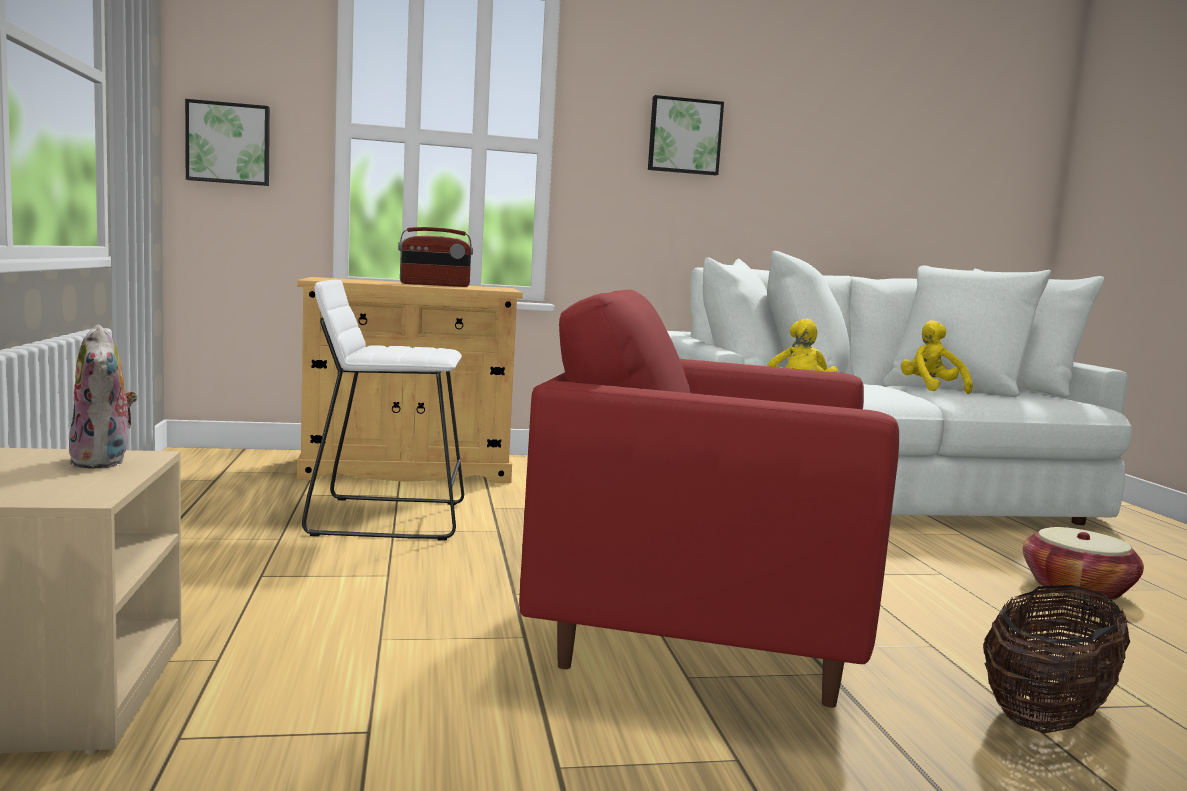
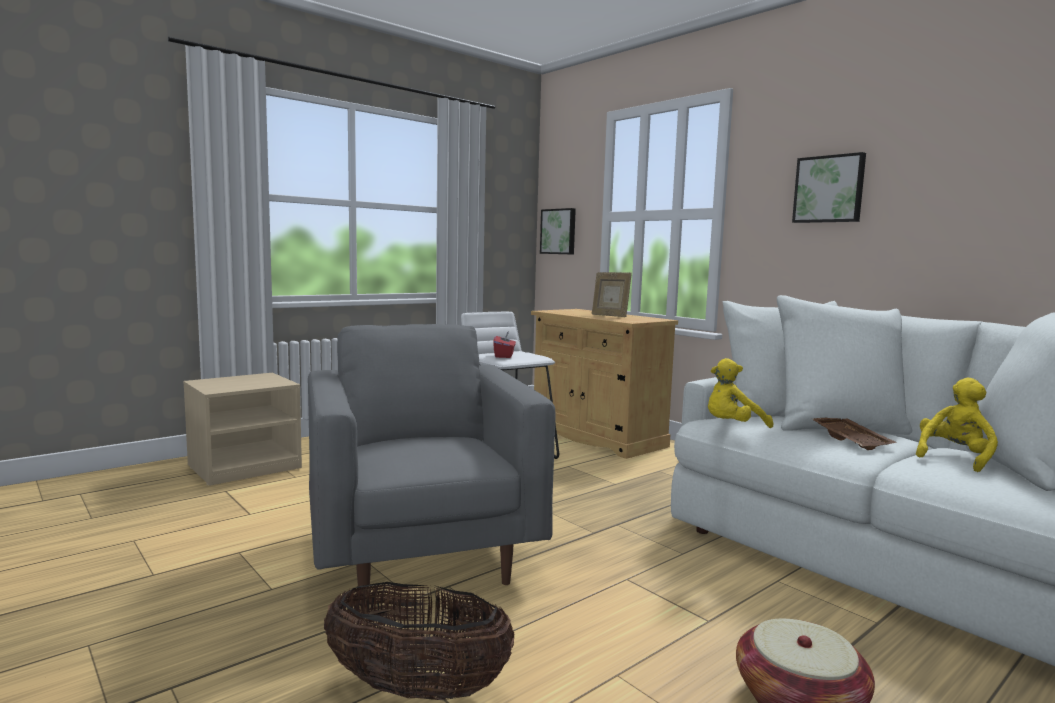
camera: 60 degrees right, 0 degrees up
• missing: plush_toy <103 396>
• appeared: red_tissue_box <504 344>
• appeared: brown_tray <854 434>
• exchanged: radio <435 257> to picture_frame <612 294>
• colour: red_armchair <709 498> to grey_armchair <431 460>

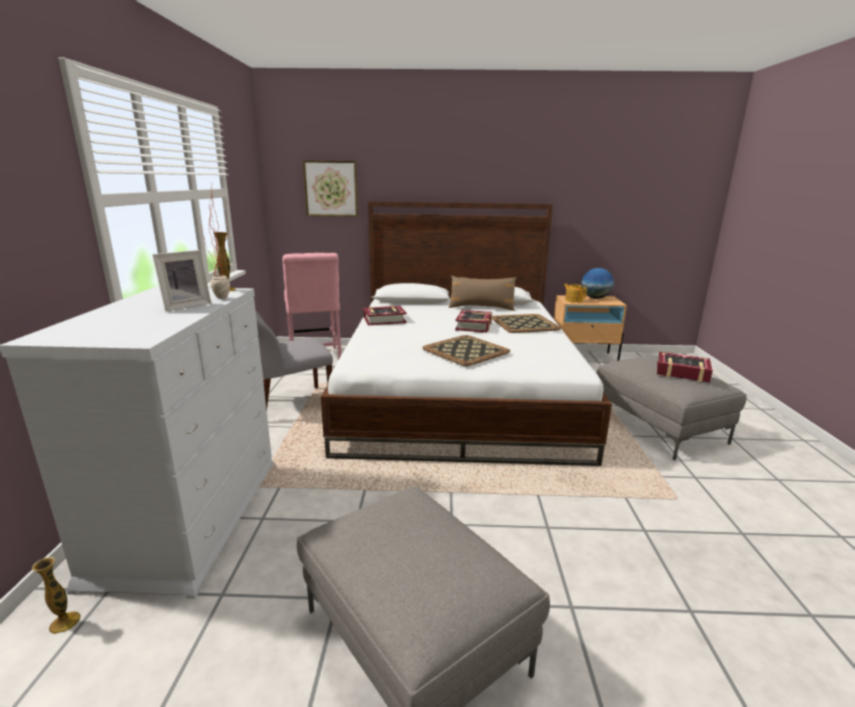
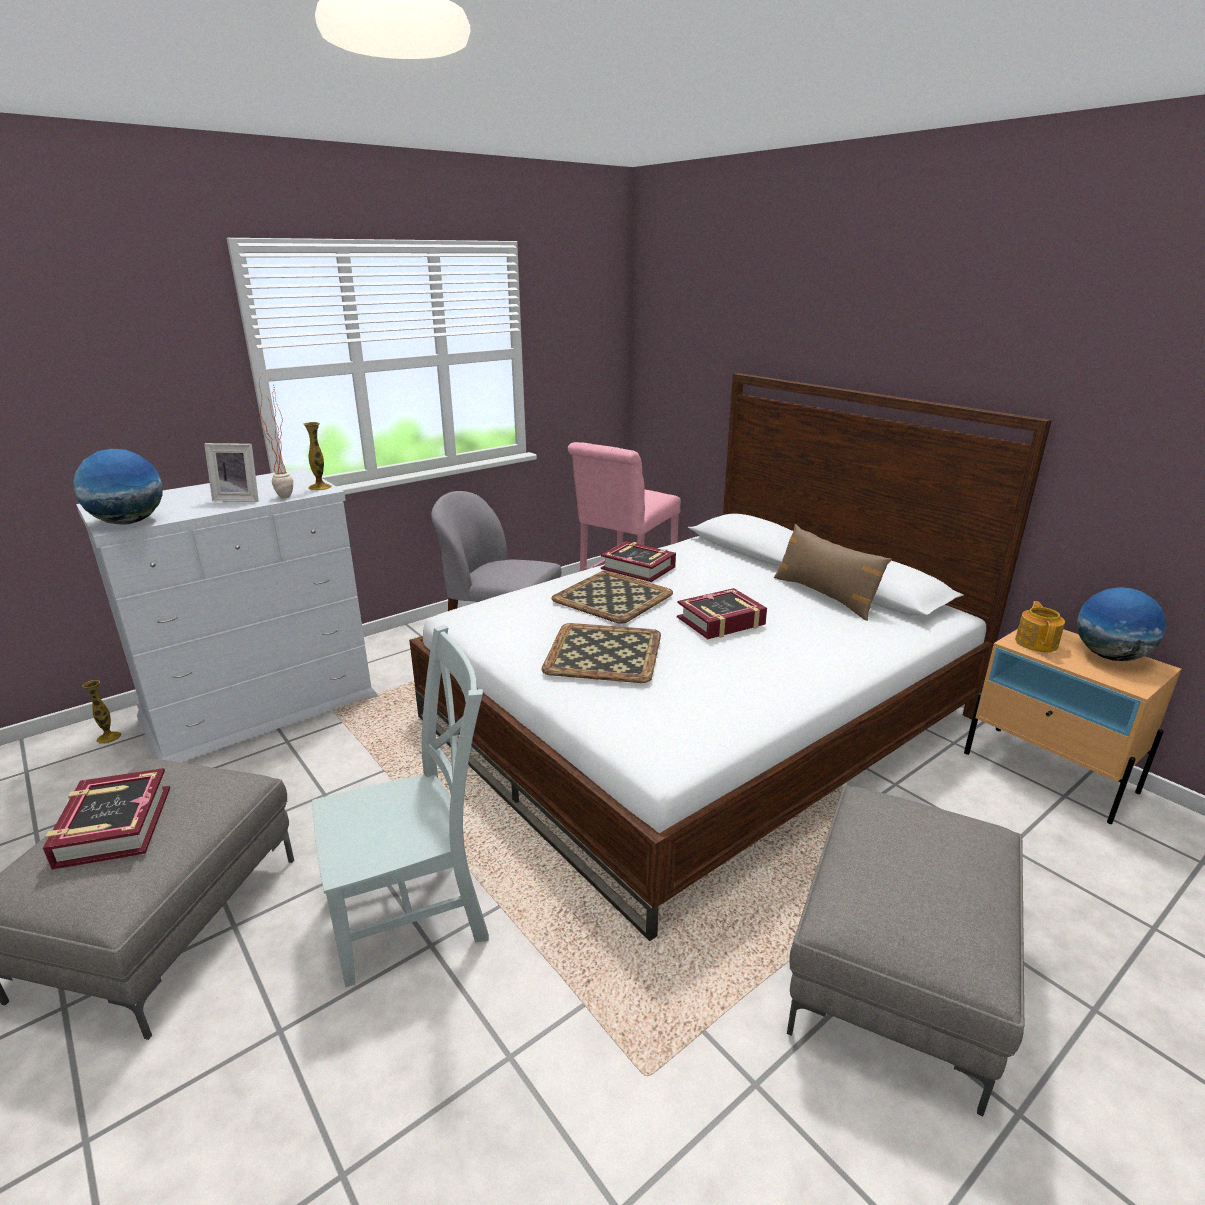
camera: 50 degrees right, 5 degrees up
• missing: picture <330 188>
• appeared: globe <118 487>
• appeared: grey_chair <400 806>
• relocated: tray <526 323> to <612 597>
• relocated: book <685 367> to <106 819>

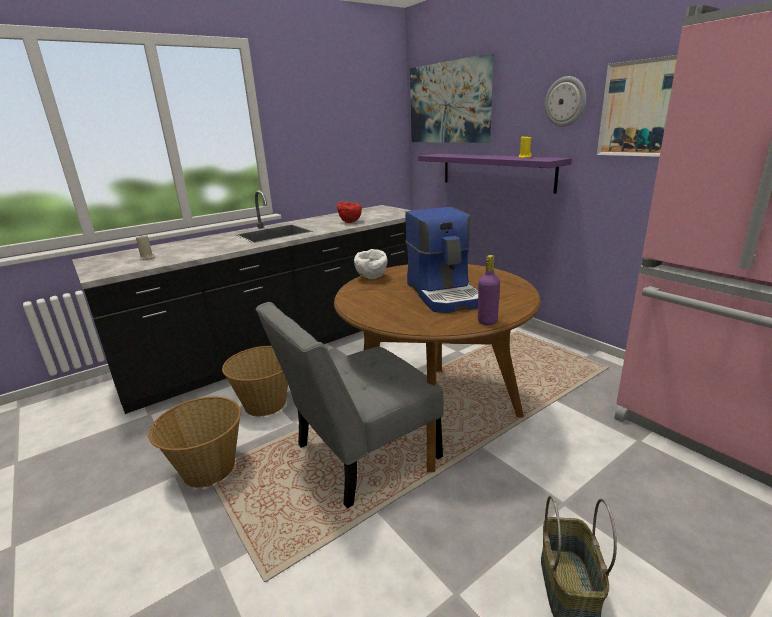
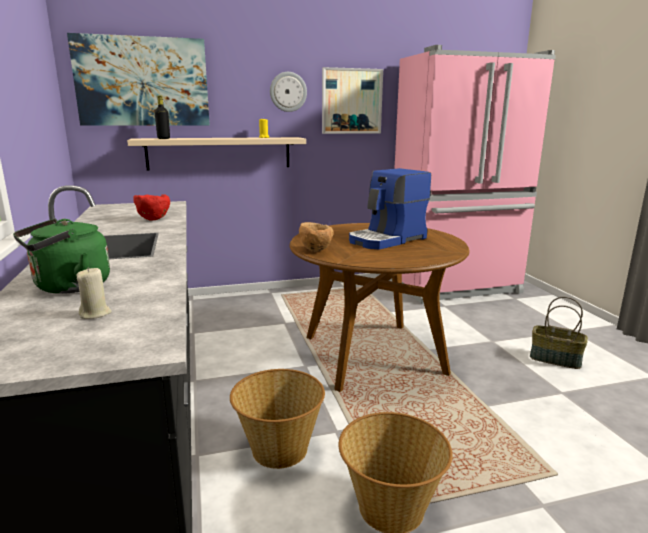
camera: 70 degrees left, 5 degrees down
• missing: grey_chair <350 405>
• missing: purple_bottle <489 290>
• appeared: green_kettle <61 256>
• appeared: black_bottle <162 117>
• colour: white_bowl <371 264> to brown_bowl <316 237>
• colour: purple_shelf <495 174> to beige_shelf <216 154>
• spun: coffee_machine <441 260> = <390 209> 135 degrees clockwise

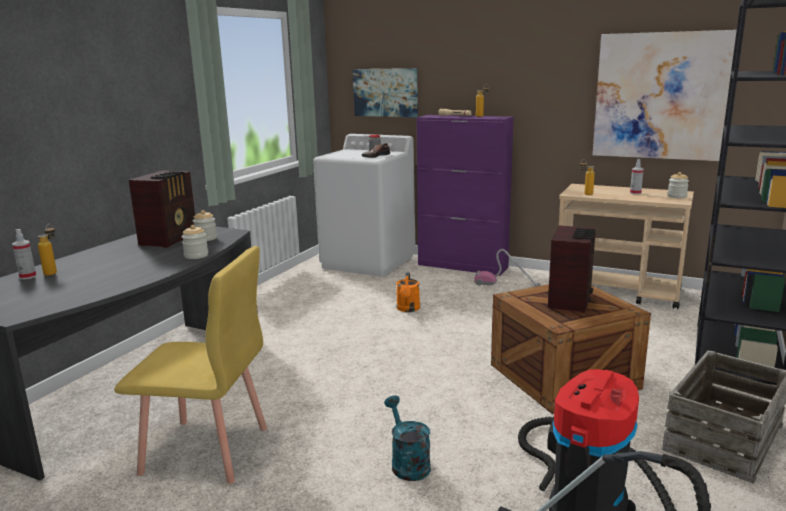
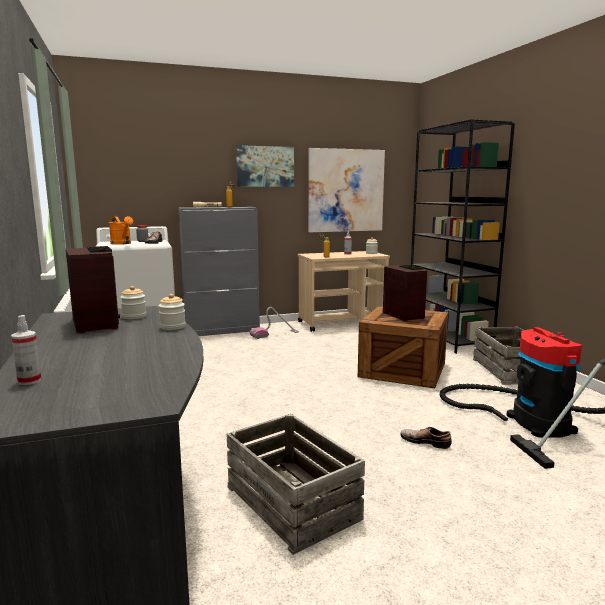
camera: 45 degrees left, 5 degrees down
• missing: bottle <47 250>
• relocated: picture <385 92> to <265 166>
• relocated: orange_watering_can <408 292> to <121 230>
• exchanged: yellow_chair <190 365> to crate <296 484>
• exchanged: turquoise_watering_can <407 438> to shoe <426 438>
• colour: purple_cabinet <465 195> to grey_cabinet <219 271>

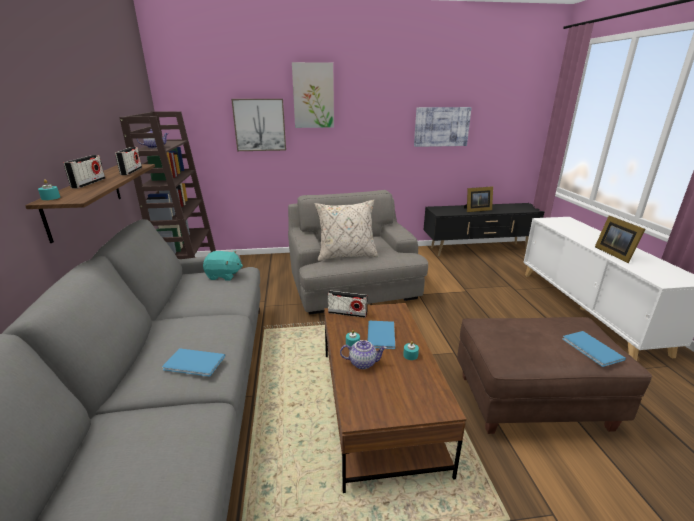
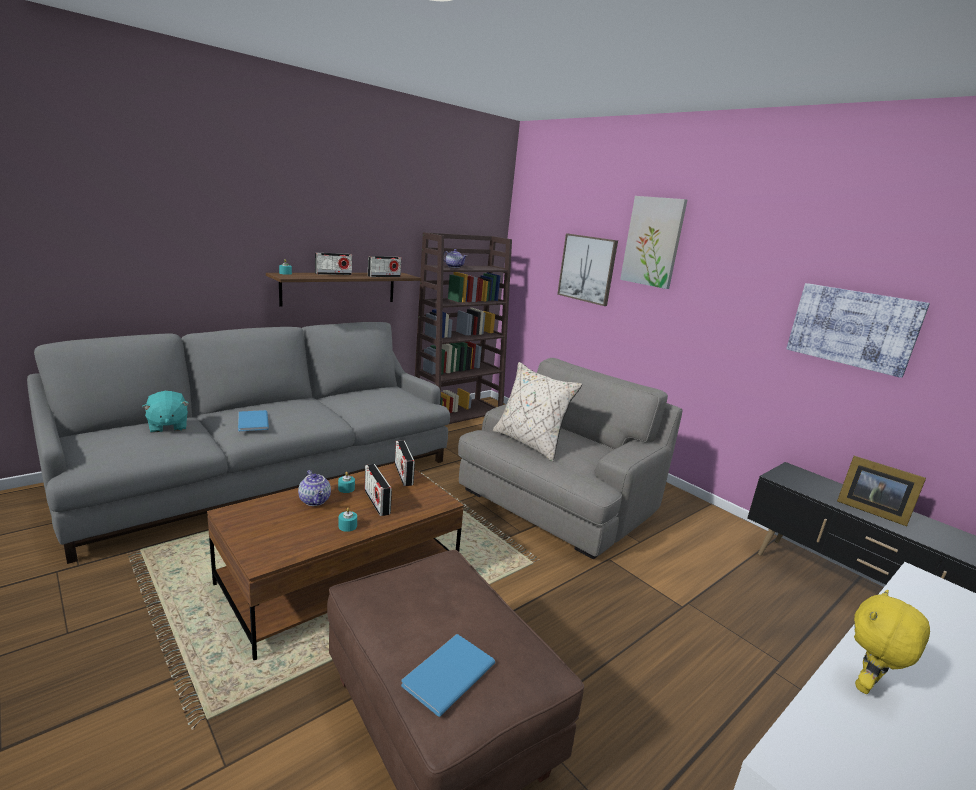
camera: 55 degrees right, 5 degrees down
• relocated: turquoise_plush_toy <223 265> to <165 411>
• exchanged: blue_book <381 335> to radio <378 490>
• exchanged: picture_frame <620 239> to yellow_plush_toy <892 642>

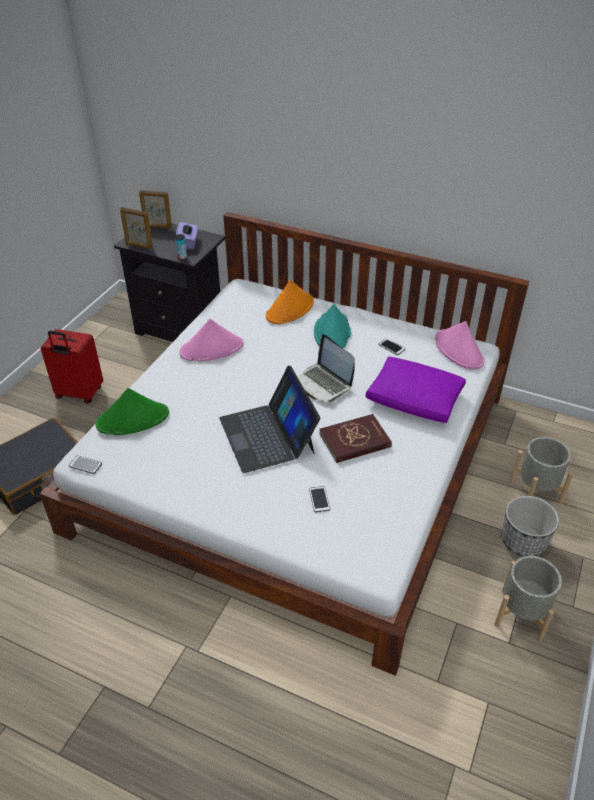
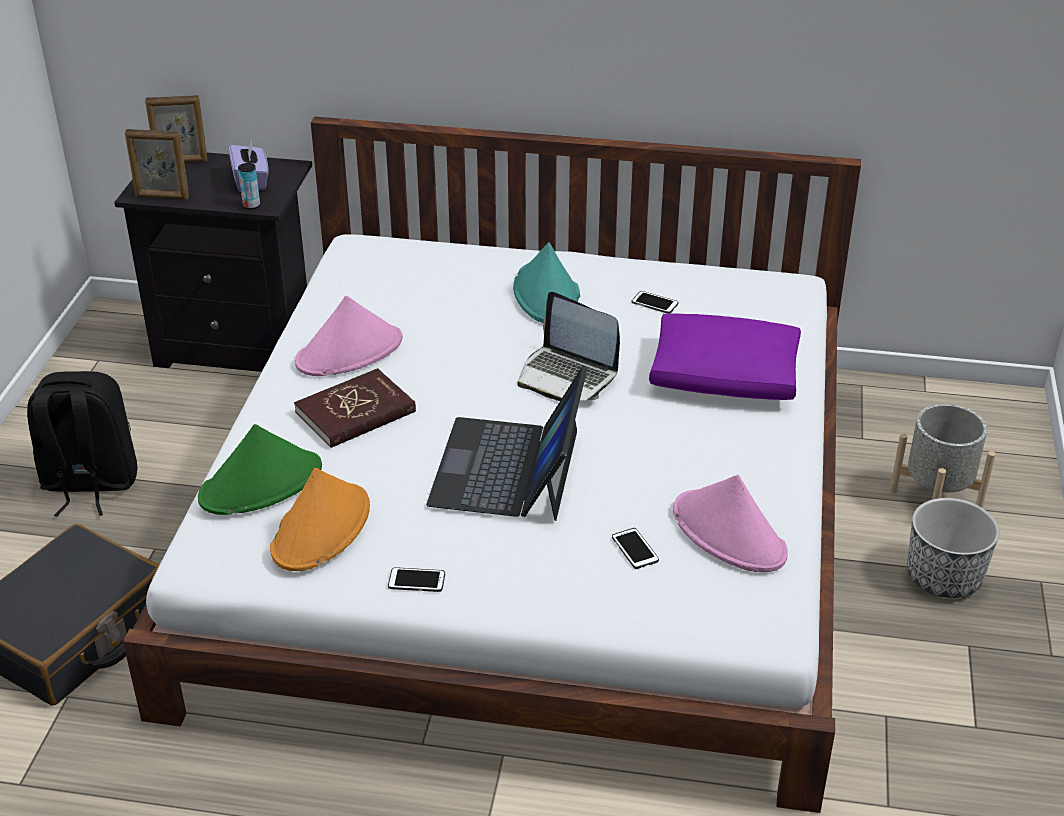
camera: 15 degrees left, 5 degrees down
• missing: grey_planter <528 599>
• relocated: phone <85 465> to <416 580>
• relocated: orange_hat <290 302> to <320 519>
• relocated: red_book <356 438> to <355 408>
• relocated: pink_hat <460 345> to <730 523>
• exchanged: red_suitcase <72 366> to black_backpack <82 443>
• spun: laptop <269 419> = <506 443> 45 degrees clockwise

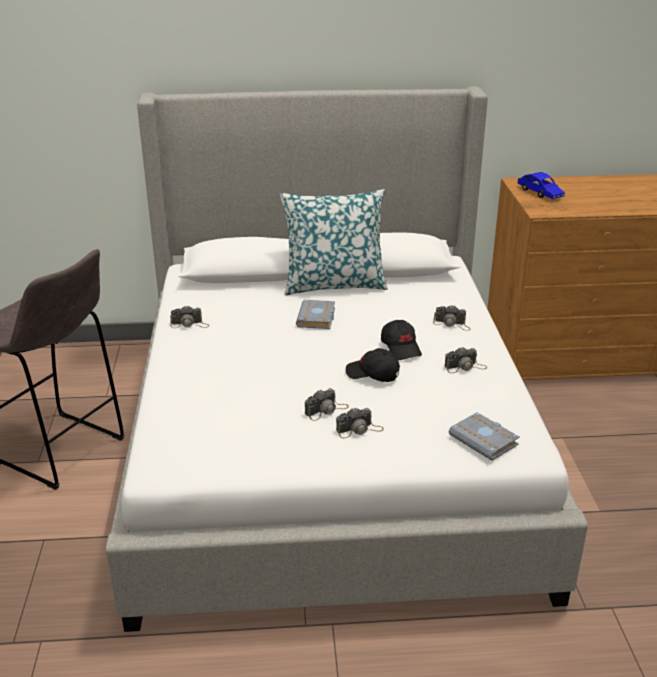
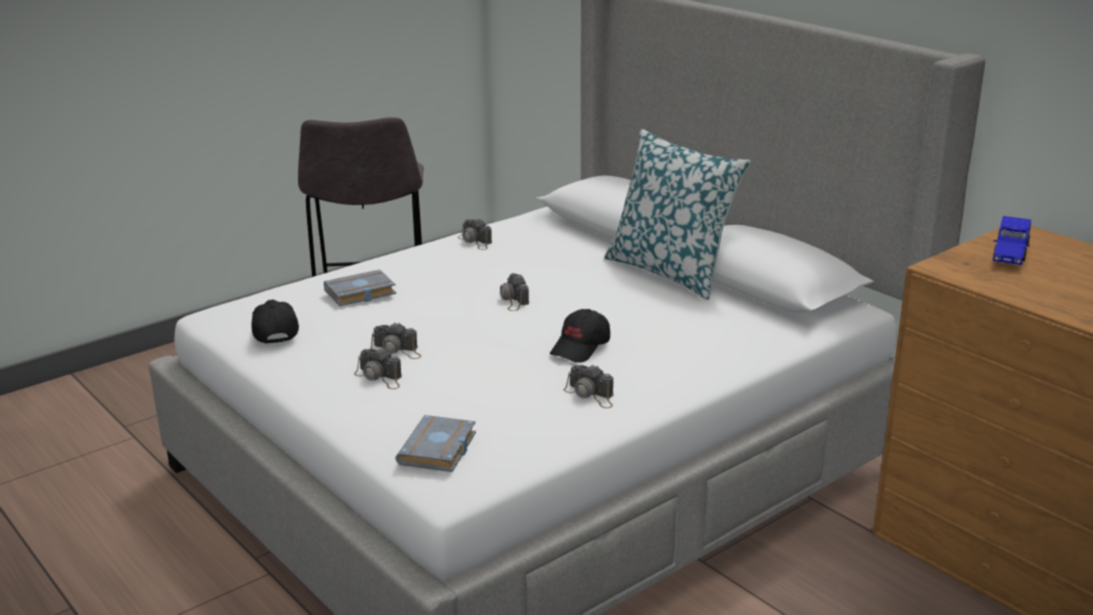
camera: 55 degrees right, 5 degrees down
• relocated: grey_book <315 314> to <360 287>
• relocated: black_cap <373 365> to <275 321>
• relocated: photo_camera <452 318> to <514 292>

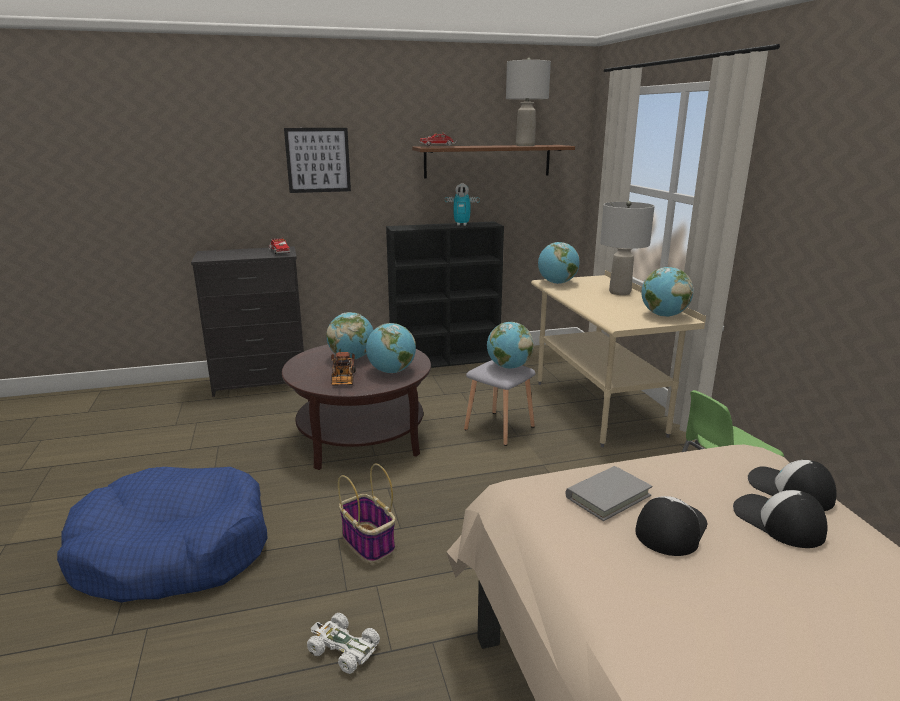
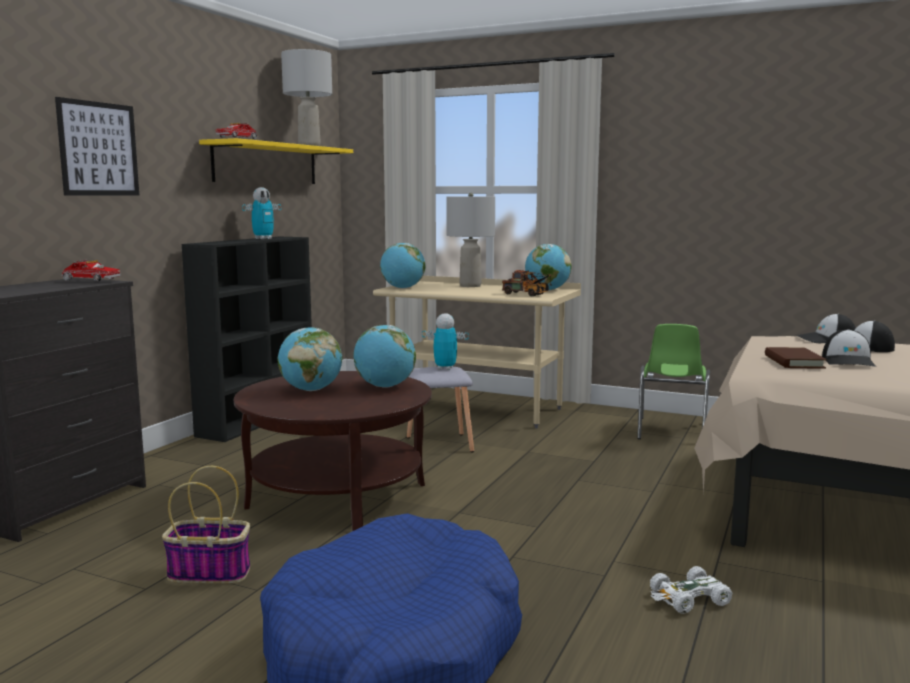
camera: 50 degrees left, 10 degrees down
• relocated: toy_truck <343 368> to <527 283>
• relocated: basket <366 513> to <206 525>
• exchanged: globe <510 345> to toy_robot <445 341>
• colour: brown_shelf <493 162> to yellow_shelf <276 161>
• colour: grey_book <609 493> to brown_book <796 358>
• spun: cap <671 526> = <849 348> 150 degrees counterclockwise

